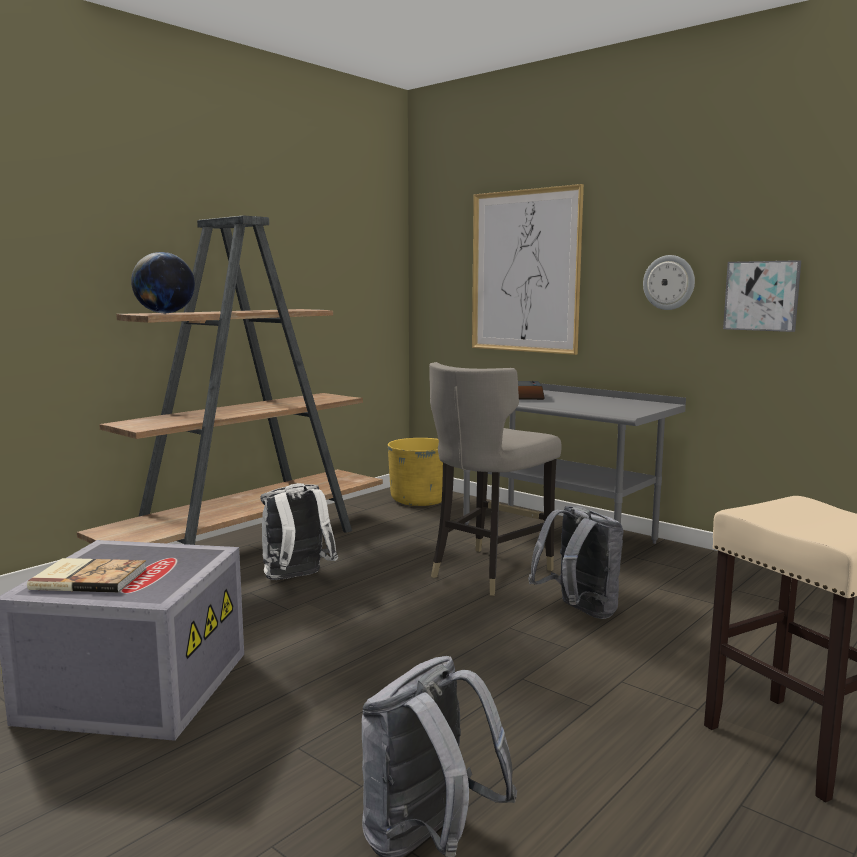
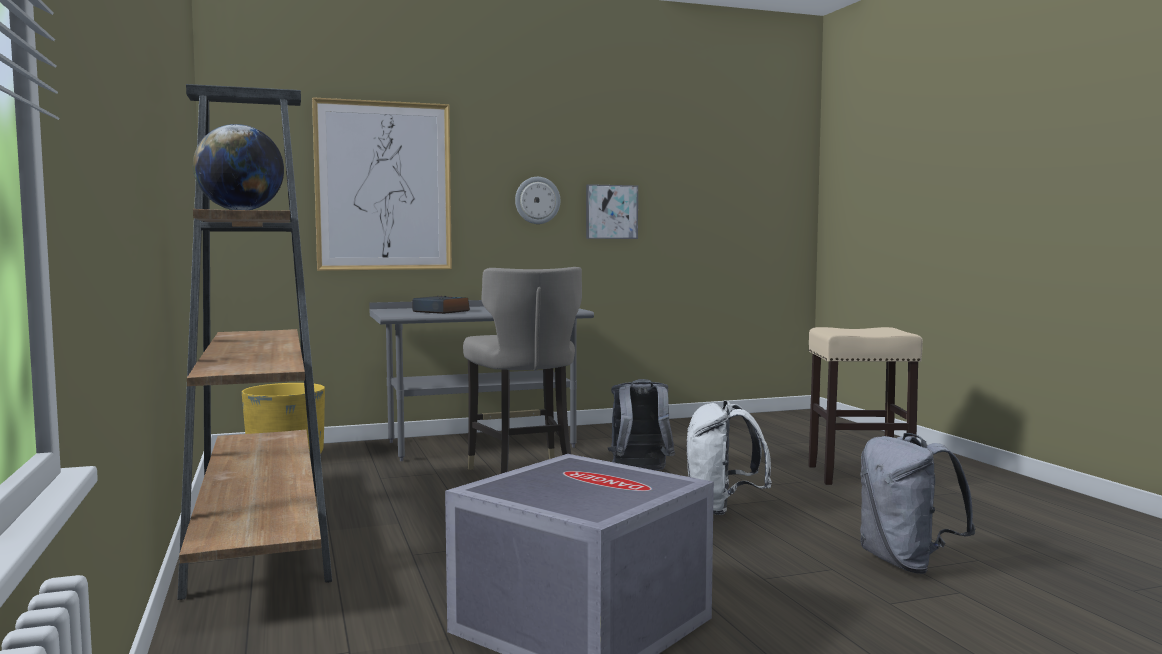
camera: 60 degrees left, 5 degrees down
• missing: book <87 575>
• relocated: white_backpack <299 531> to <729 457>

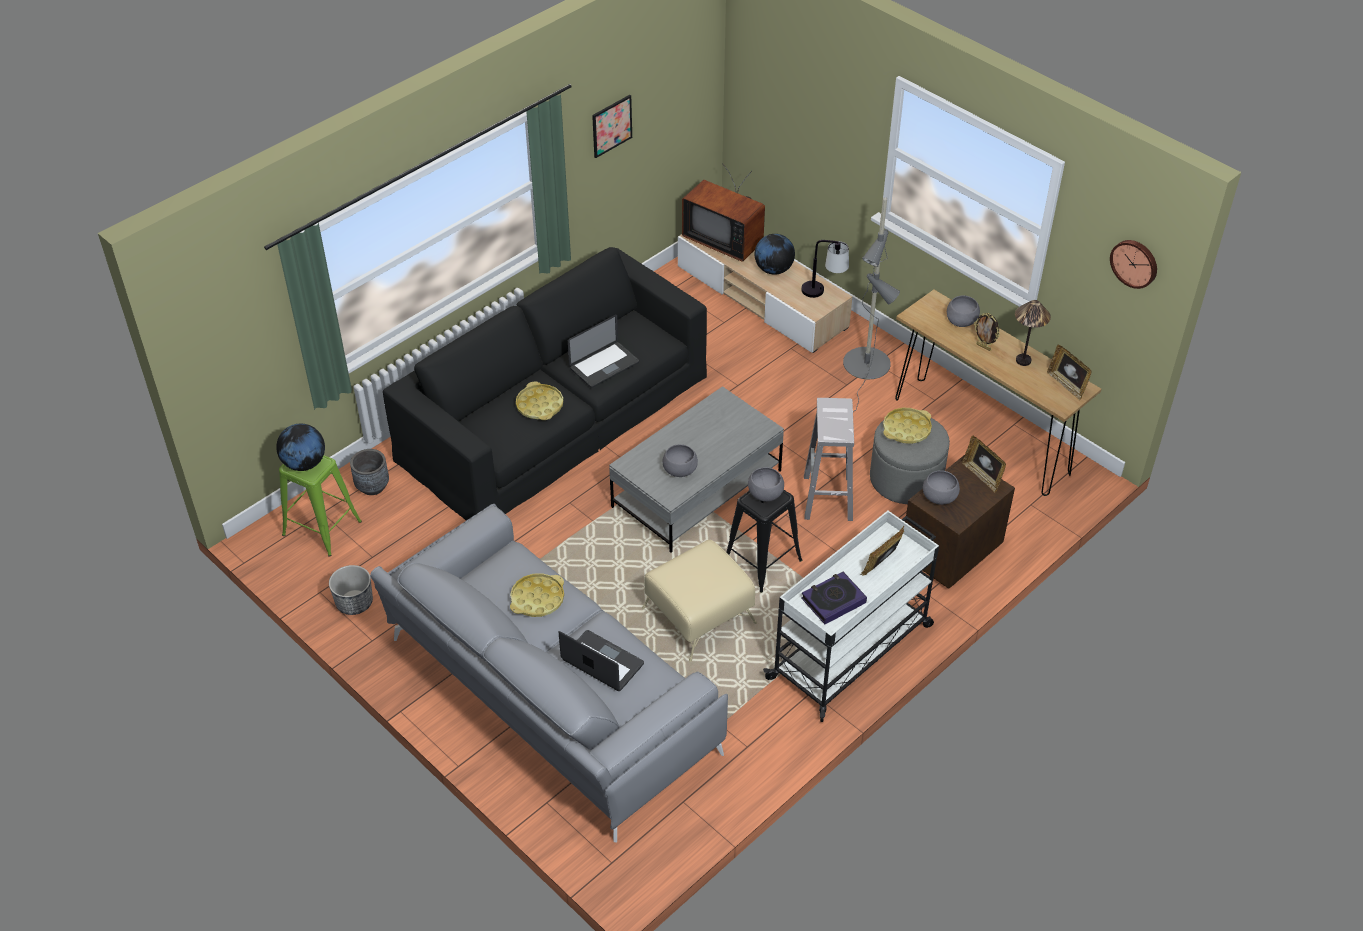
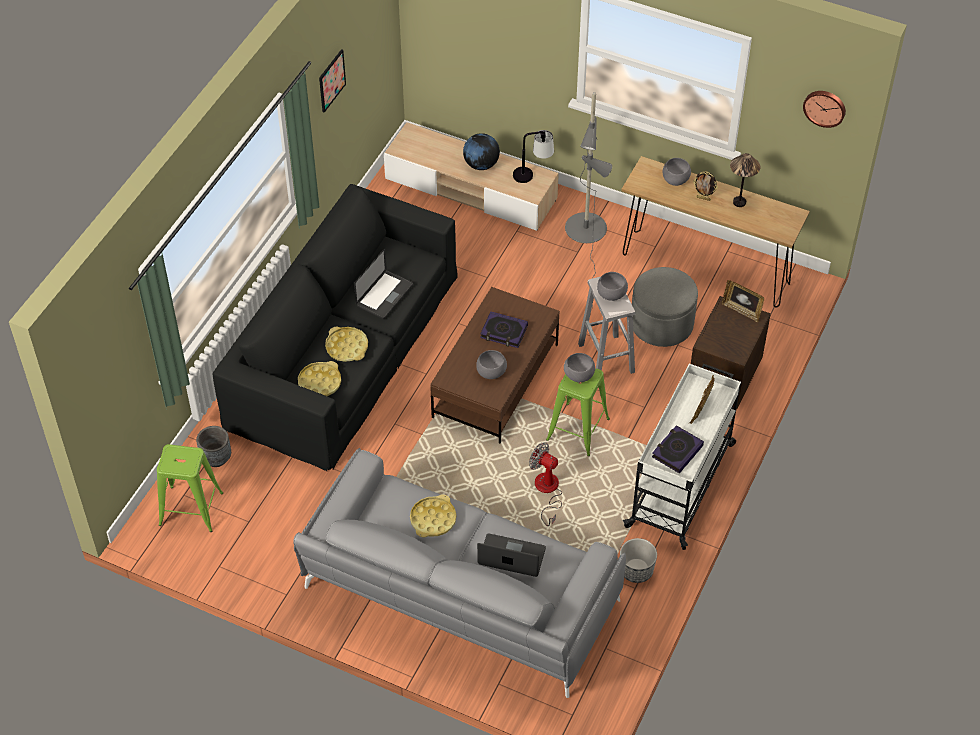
camera: 20 degrees left, 5 degrees up
• missing: globe <300 447>
• missing: television <723 212>
• missing: picture_frame <1069 373>
• appeared: book <504 330>
• relocated: planter <351 590> to <638 560>
• relocated: yellow_tray <907 426> to <319 378>
• relocated: grey_bowl <941 487> to <612 286>
• exchanged: beige_ottoman <699 601> to fan <545 484>
• colour: grey_coffee_table <696 469> to brown_coffee_table <495 365>
• colour: black_stool <764 541> to green_stool <578 412>

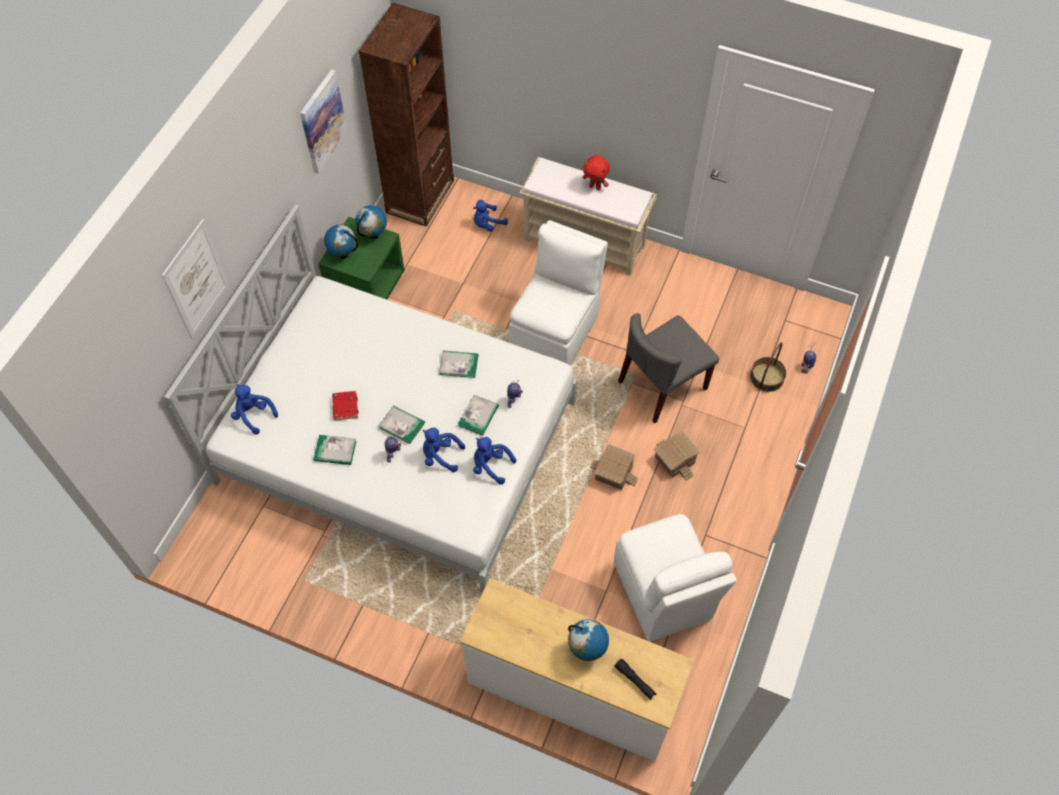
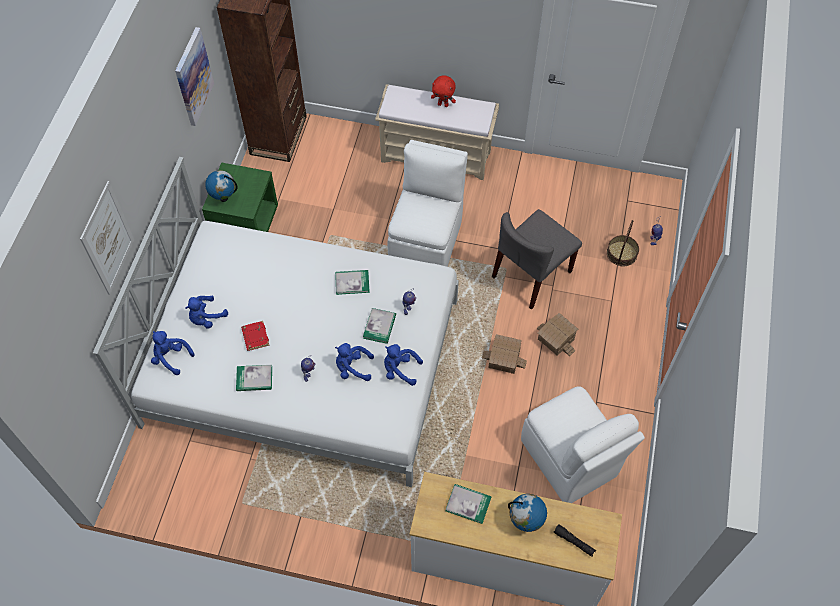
camera: 10 degrees left, 0 degrees up
• missing: globe <371 222>
• relocated: book <402 424> to <468 504>
• relocated: blue_plush_toy <490 216> to <206 312>

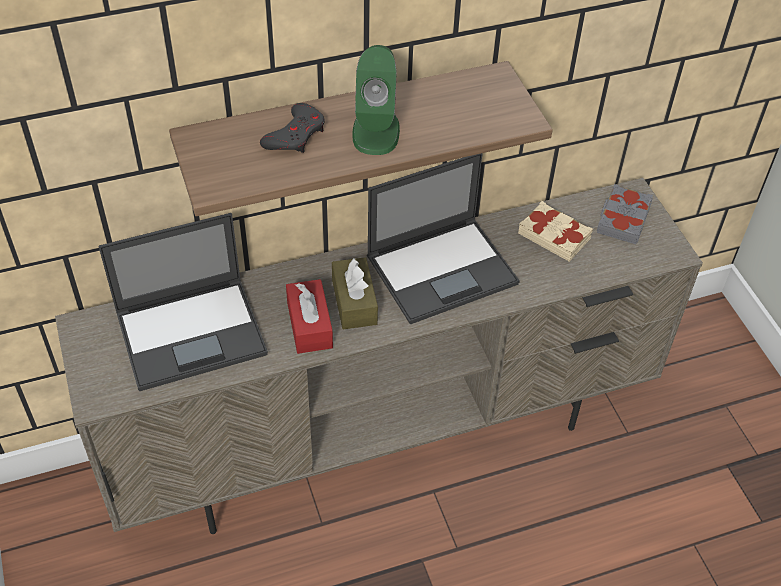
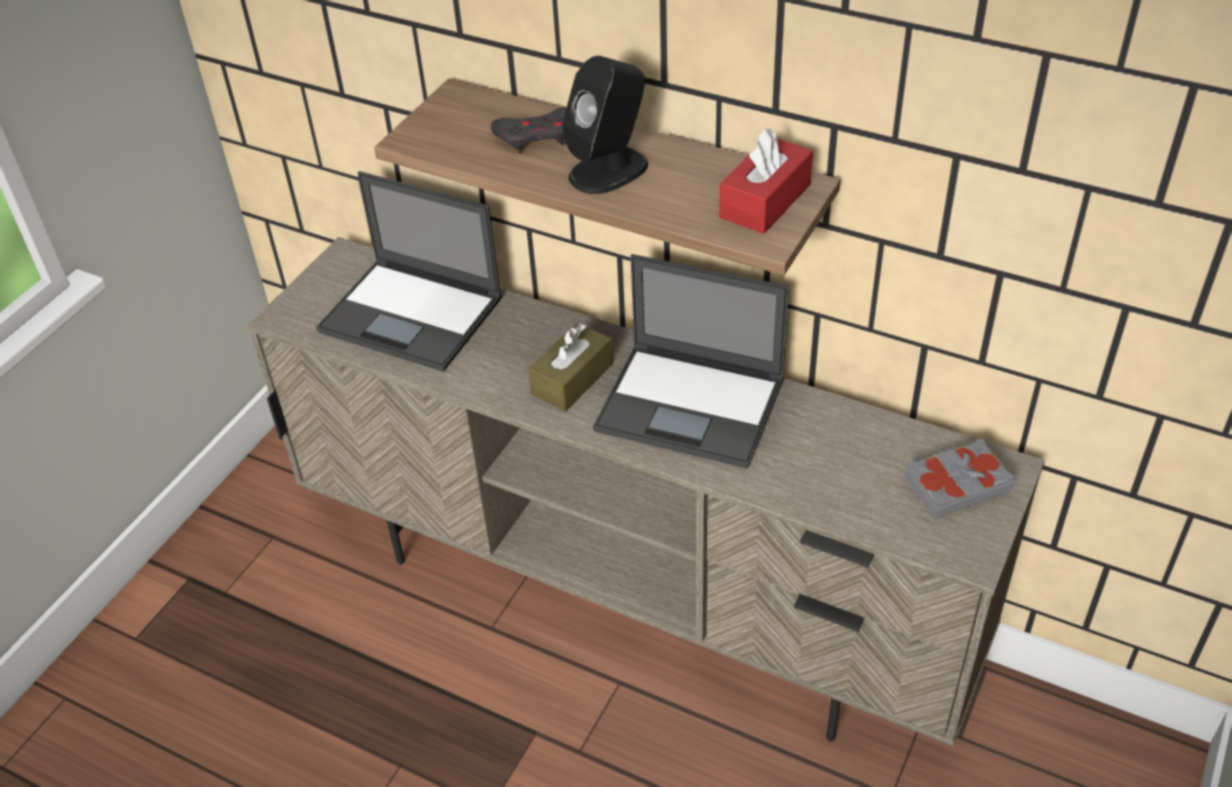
camera: 50 degrees right, 5 degrees down
• missing: beige_book <555 231>
• relocated: red_tissue_box <309 316> to <766 181>
• colour: green_speaker <376 100> to black_speaker <605 125>

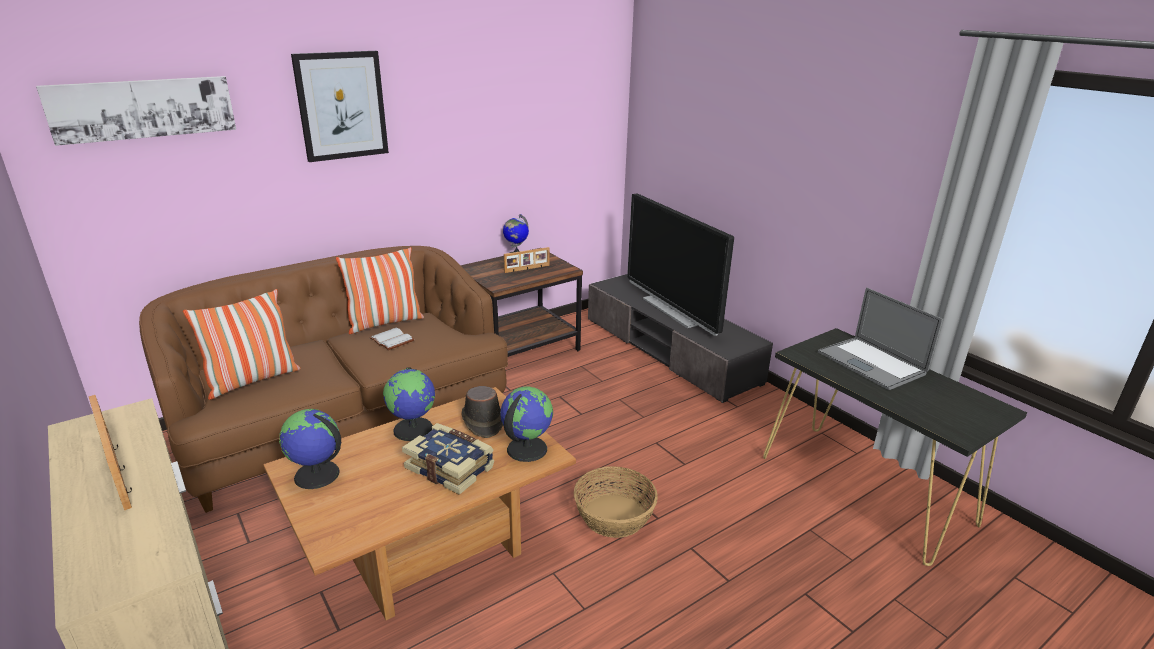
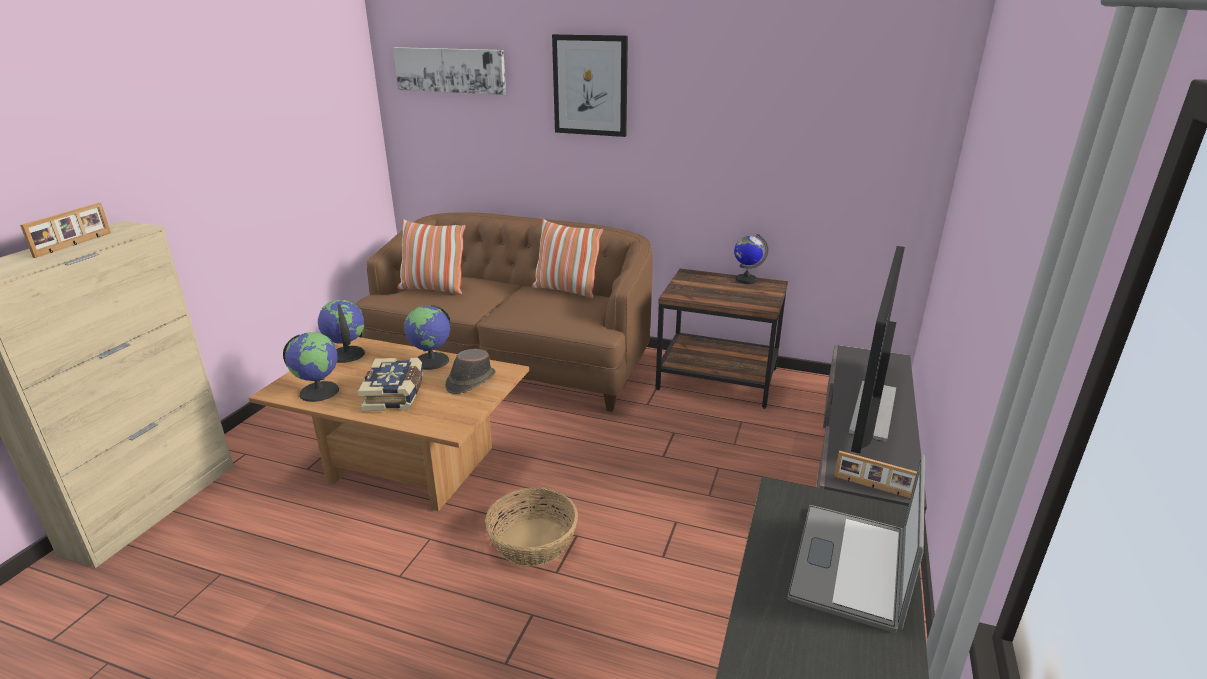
camera: 55 degrees right, 0 degrees up
• missing: white_book <392 339>
• relocated: globe <526 424> to <311 367>
• relocated: picture_frame <527 260> to <875 474>

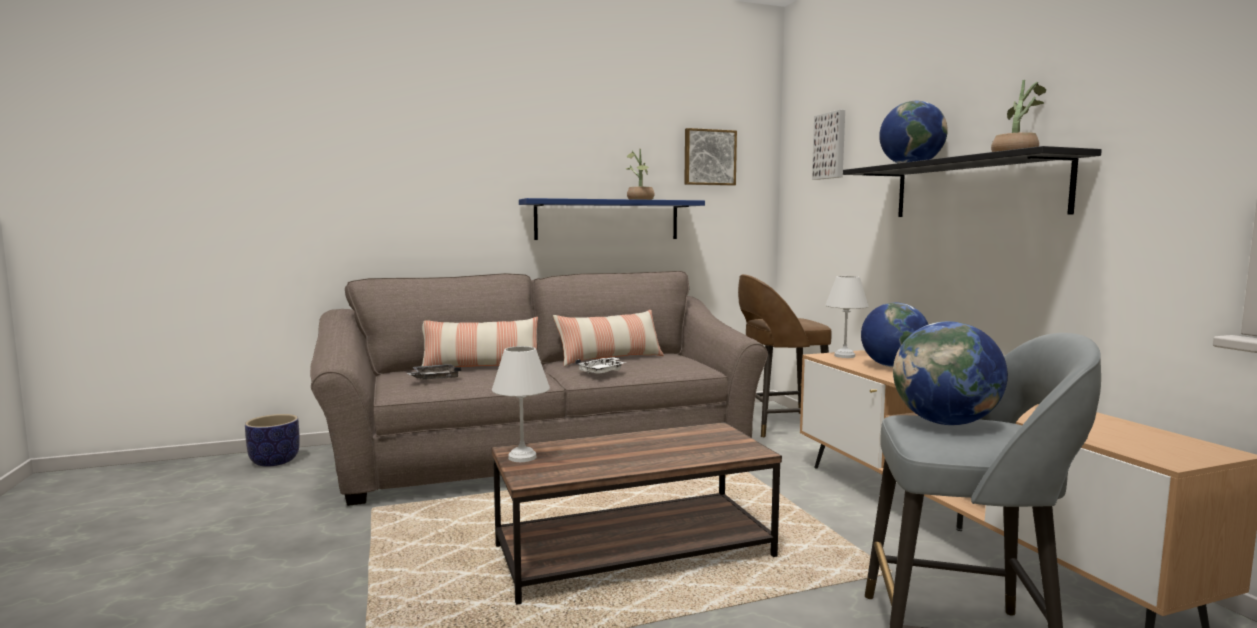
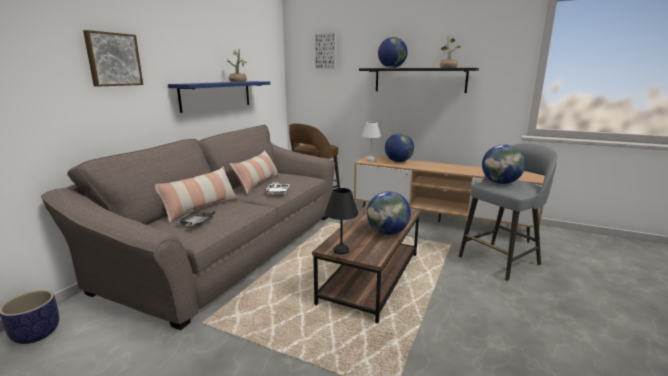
camera: 45 degrees left, 10 degrees up
• appeared: globe <389 213>
• relocated: picture <710 157> to <113 58>
• colour: white_table_lamp <521 404> to black_table_lamp <341 221>

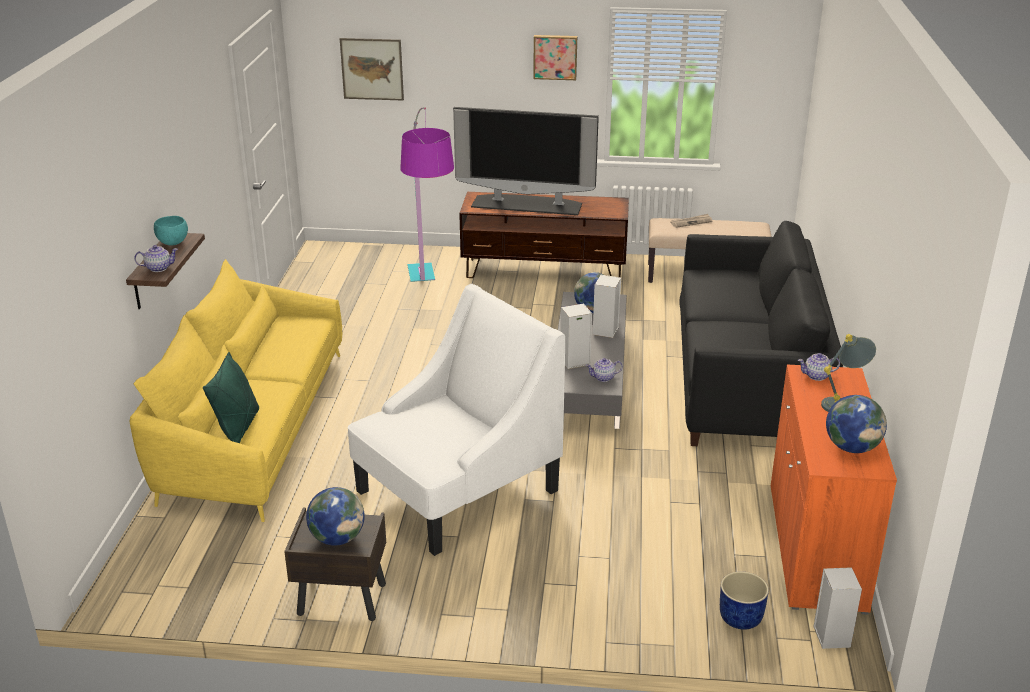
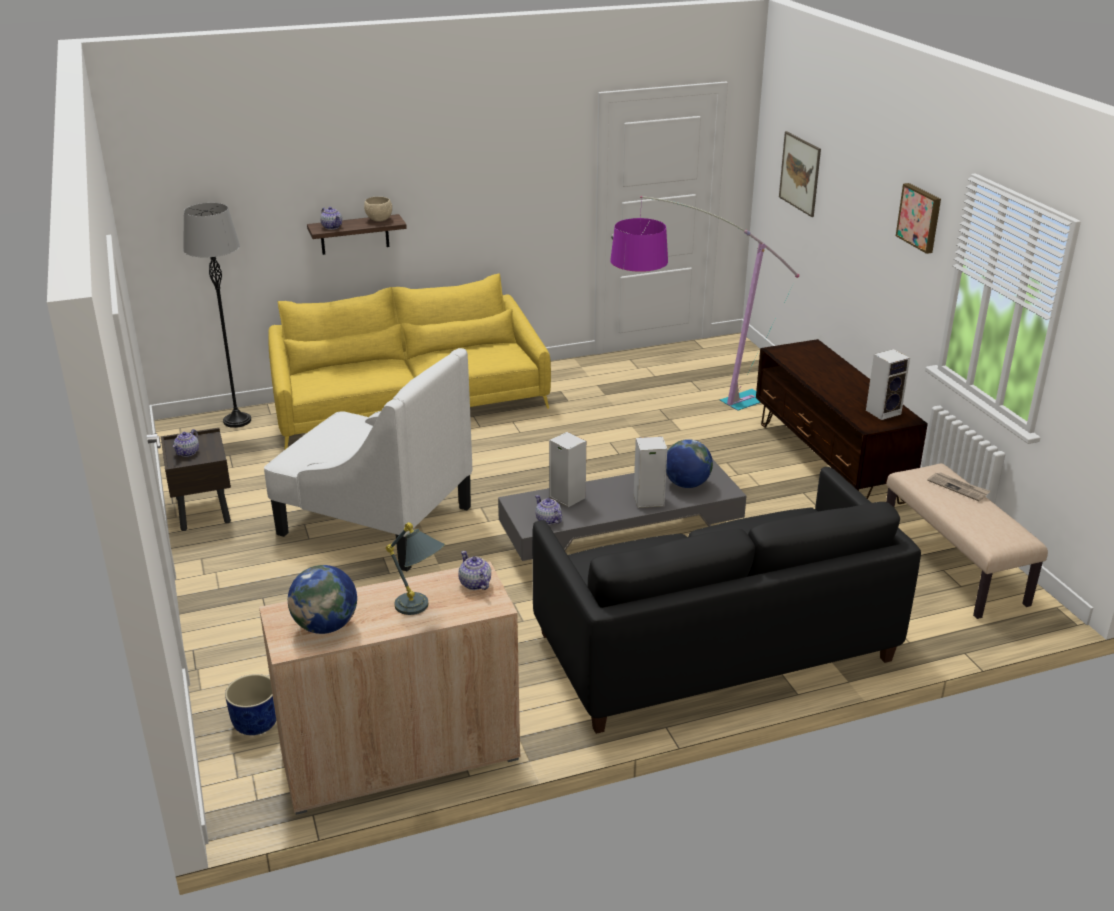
camera: 65 degrees right, 0 degrees up
• missing: green_pillow <231 397>
• missing: television <526 161>
• appeared: grey_floor_lamp <217 315>
• relocated: speaker <837 608> to <888 384>
• exchanged: globe <335 516> to teapot <186 443>
• colour: turquoise_bowl <171 230> to beige_bowl <378 209>
• colour: orange_cabinet <834 490> to beige_cabinet <389 688>

